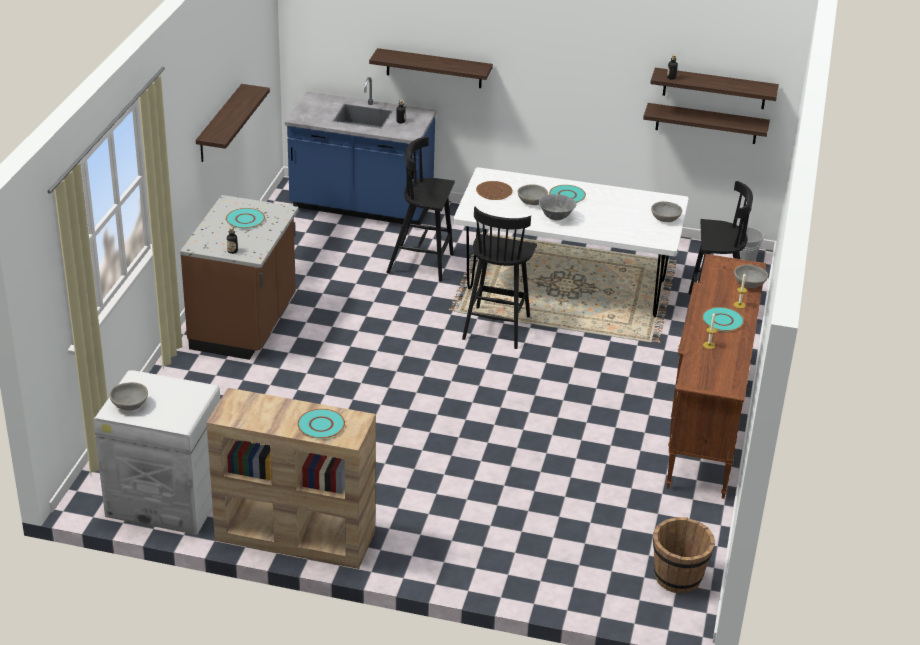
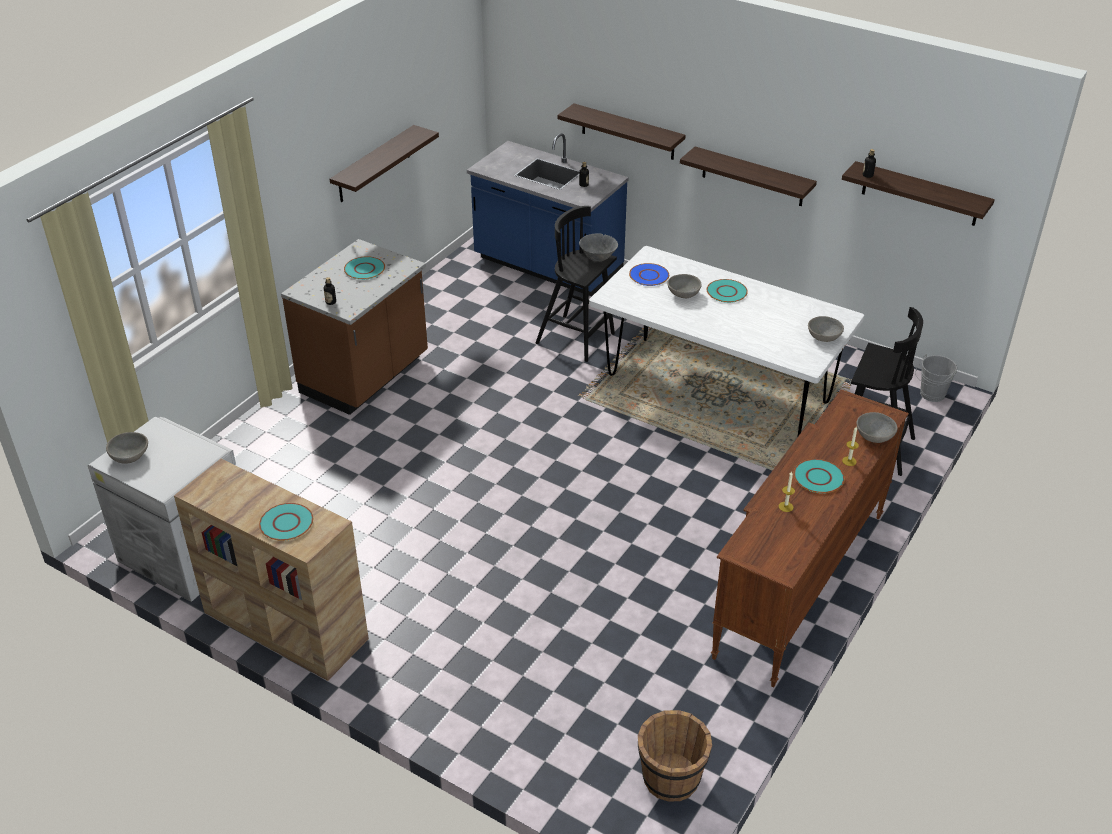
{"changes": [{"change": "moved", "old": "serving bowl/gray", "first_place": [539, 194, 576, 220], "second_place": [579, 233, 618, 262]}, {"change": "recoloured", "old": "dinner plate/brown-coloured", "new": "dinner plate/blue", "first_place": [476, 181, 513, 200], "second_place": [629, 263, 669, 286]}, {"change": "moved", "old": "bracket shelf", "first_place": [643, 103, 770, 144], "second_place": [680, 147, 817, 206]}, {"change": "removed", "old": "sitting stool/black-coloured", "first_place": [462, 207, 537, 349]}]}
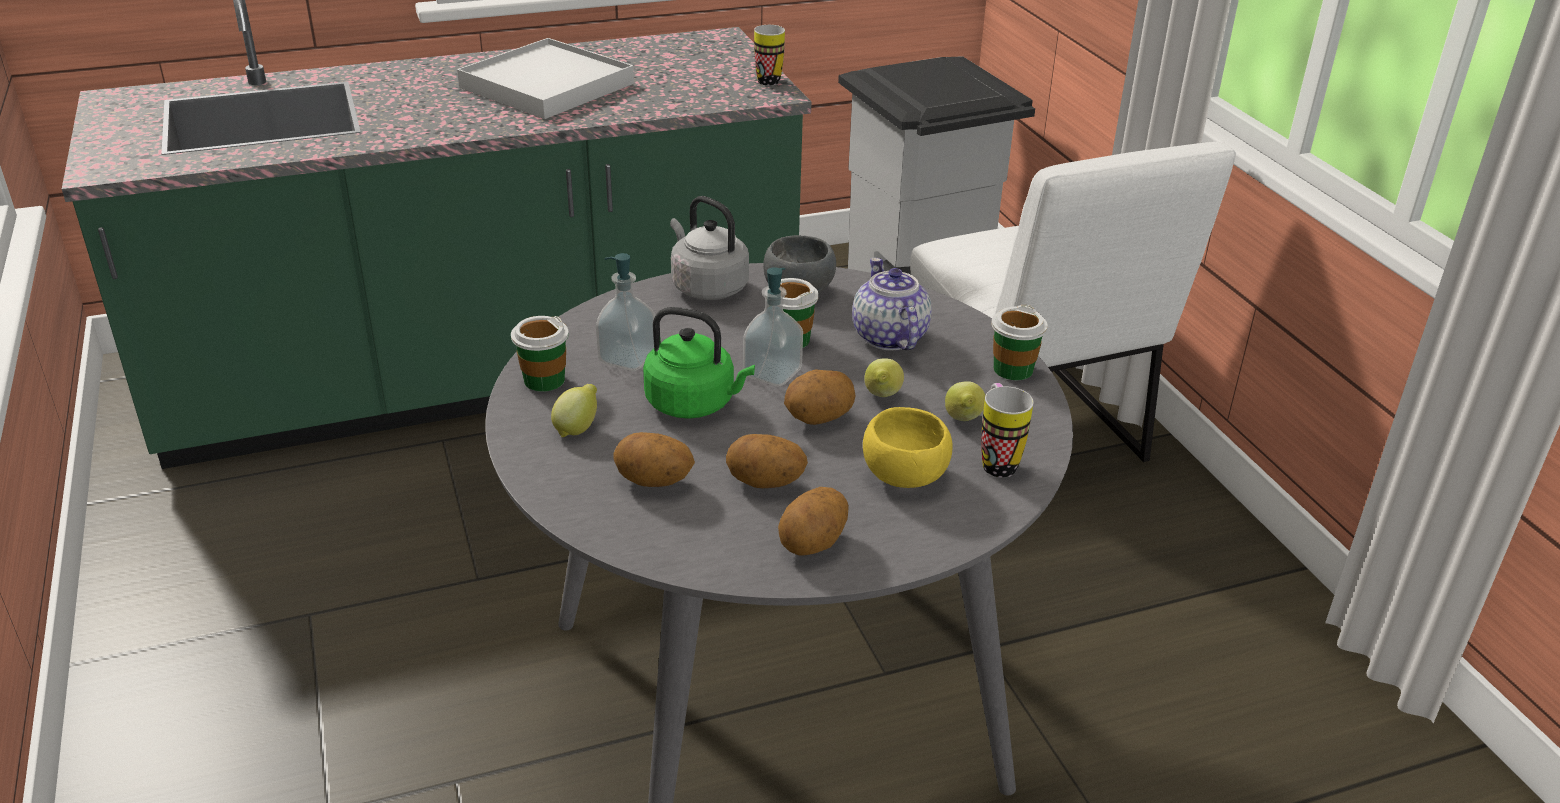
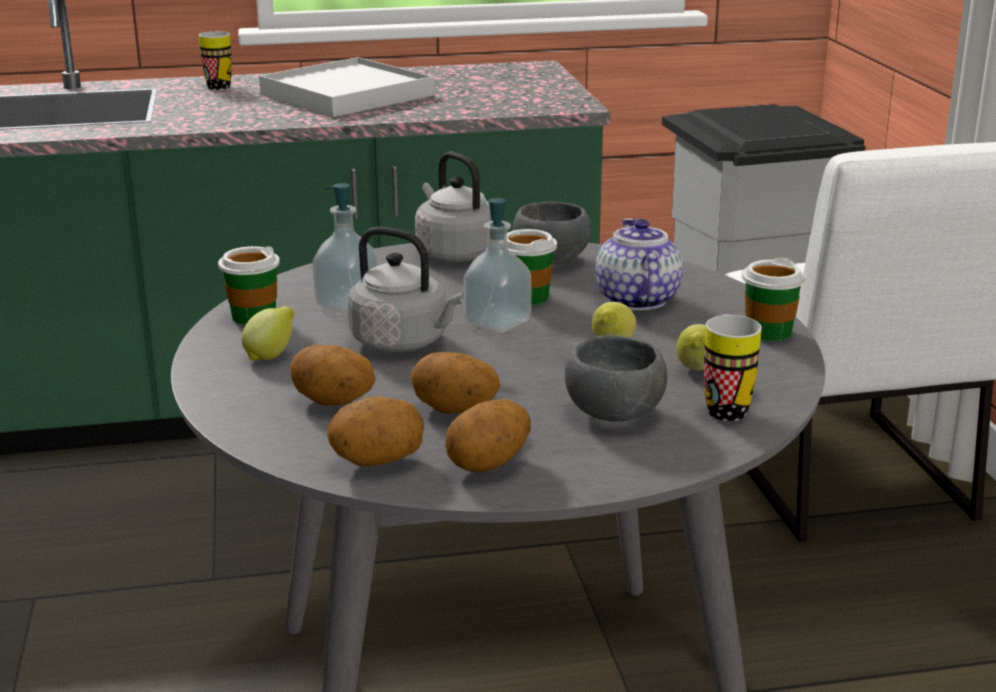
{"changes": [{"change": "moved", "old": "tea mug", "first_place": [754, 25, 785, 86], "second_place": [199, 31, 232, 90]}, {"change": "moved", "old": "potato", "first_place": [784, 369, 856, 425], "second_place": [327, 396, 424, 467]}, {"change": "recoloured", "old": "kettle/greenish", "new": "kettle/gray", "first_place": [643, 307, 755, 419], "second_place": [348, 227, 464, 352]}, {"change": "recoloured", "old": "serving bowl/yellow-coloured", "new": "serving bowl/gray", "first_place": [863, 407, 953, 488], "second_place": [565, 335, 667, 422]}]}
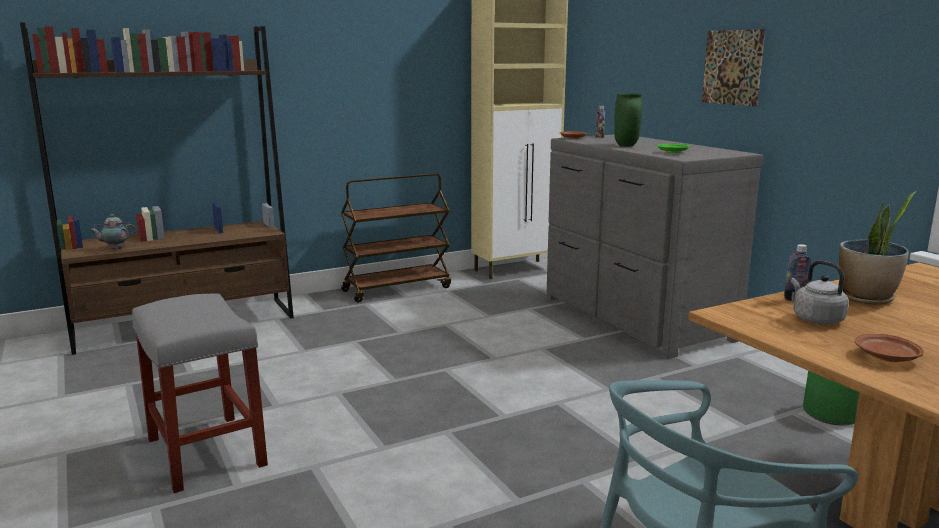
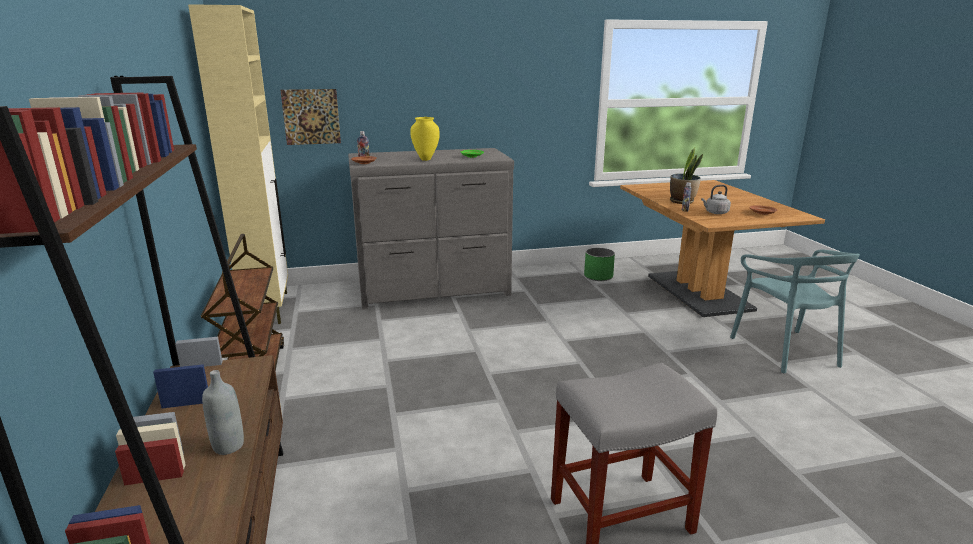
{"changes": [{"change": "added", "new": "bottle/gray", "second_place": [202, 370, 244, 455]}, {"change": "moved", "old": "wall art", "first_place": [702, 29, 765, 107], "second_place": [280, 89, 341, 145]}, {"change": "recoloured", "old": "vase/greenish", "new": "vase/yellow-coloured", "first_place": [615, 93, 642, 147], "second_place": [410, 117, 440, 161]}, {"change": "removed", "old": "teapot", "first_place": [89, 214, 136, 250]}]}
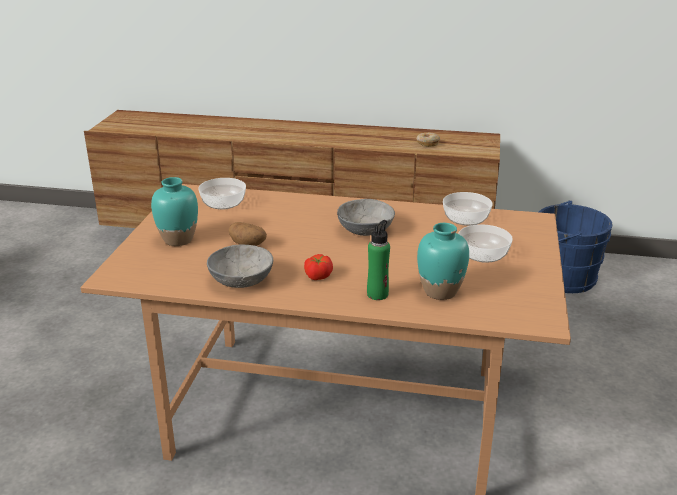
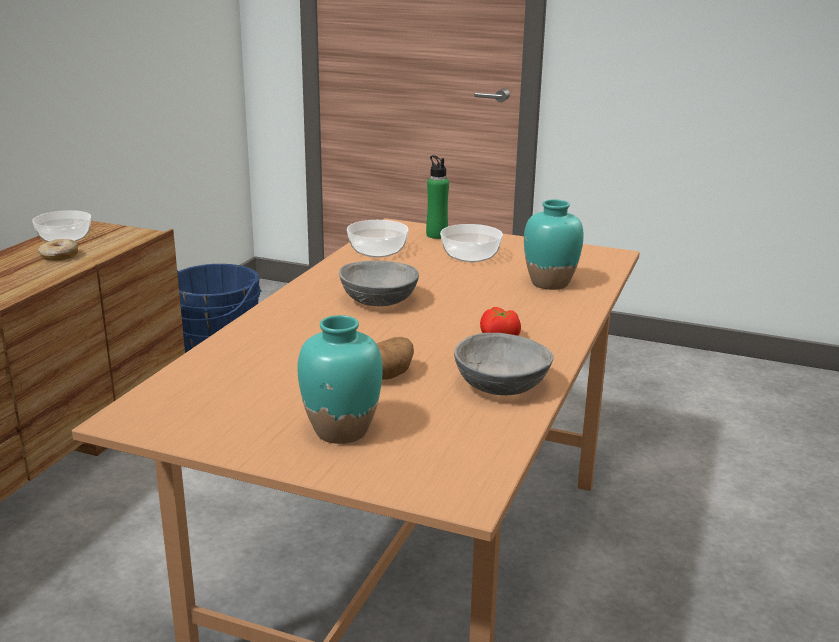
{"changes": [{"change": "moved", "old": "serving bowl", "first_place": [198, 178, 246, 210], "second_place": [32, 210, 91, 242]}, {"change": "moved", "old": "bottle/greenish", "first_place": [367, 220, 390, 300], "second_place": [426, 155, 449, 239]}]}
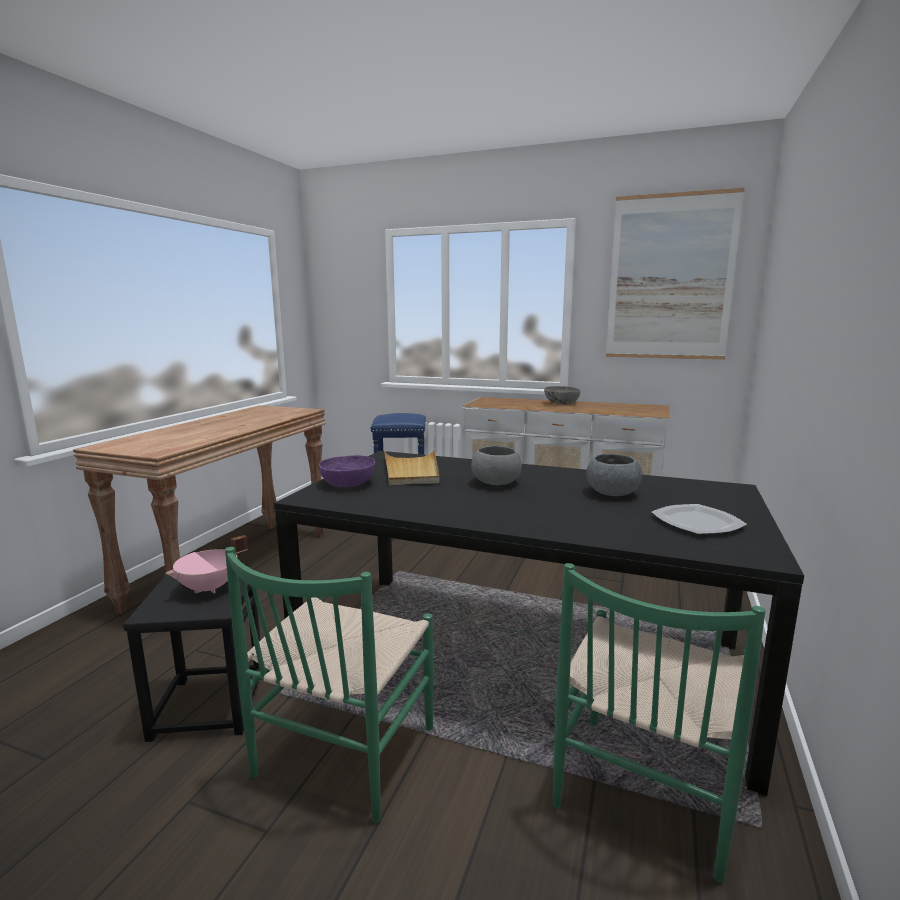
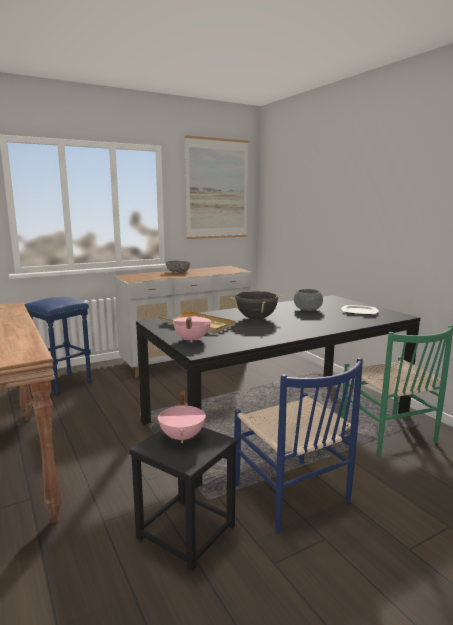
{"changes": [{"change": "replaced", "old": "serving bowl/purplish", "new": "stockpot/pink-coloured", "first_place": [319, 455, 375, 487], "second_place": [173, 315, 211, 342]}, {"change": "replaced", "old": "serving bowl/gray", "new": "stockpot/black-coloured", "first_place": [471, 446, 522, 485], "second_place": [231, 291, 282, 319]}, {"change": "recoloured", "old": "plain chair/greenish", "new": "plain chair/blue", "first_place": [225, 547, 434, 823], "second_place": [234, 358, 363, 532]}]}
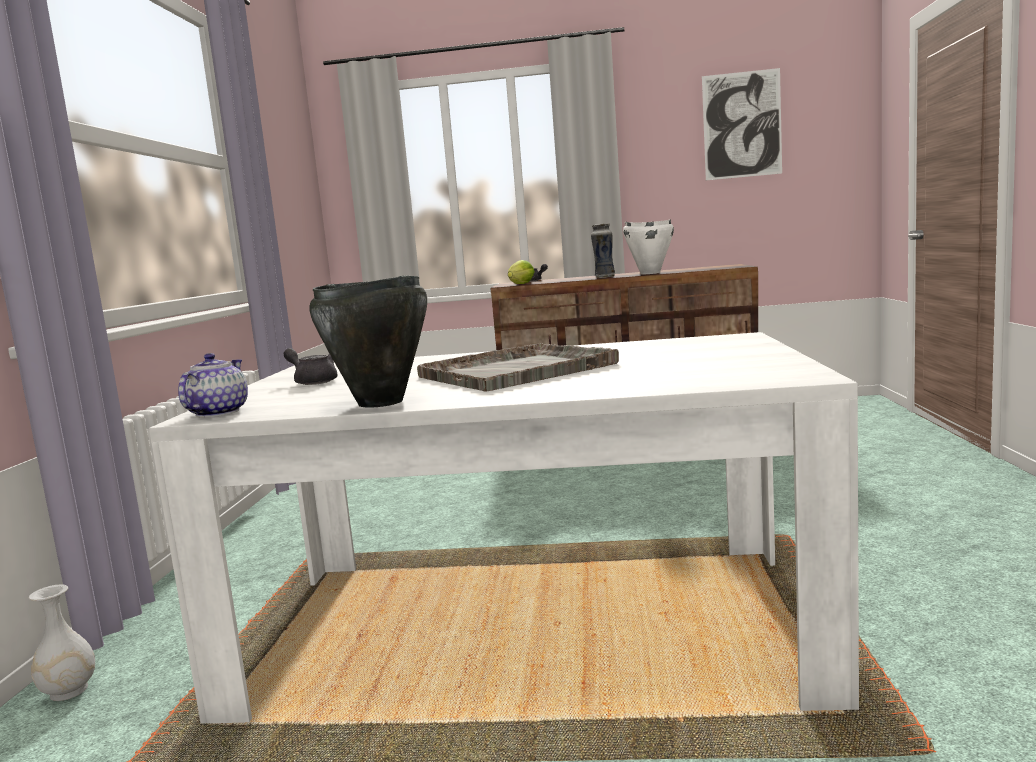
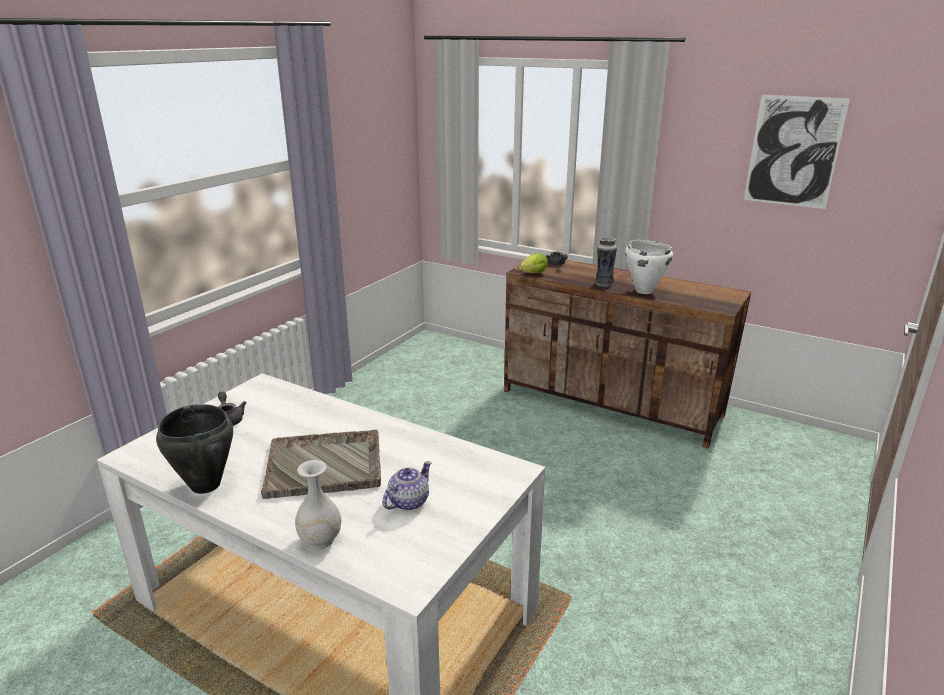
{"changes": [{"change": "moved", "old": "vase/white-coloured", "first_place": [29, 584, 95, 701], "second_place": [295, 460, 341, 549]}, {"change": "moved", "old": "teapot", "first_place": [178, 353, 248, 417], "second_place": [383, 461, 432, 511]}]}
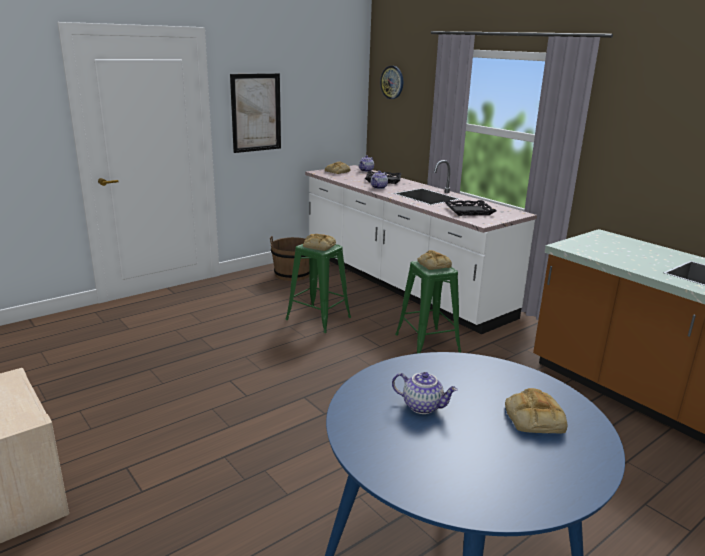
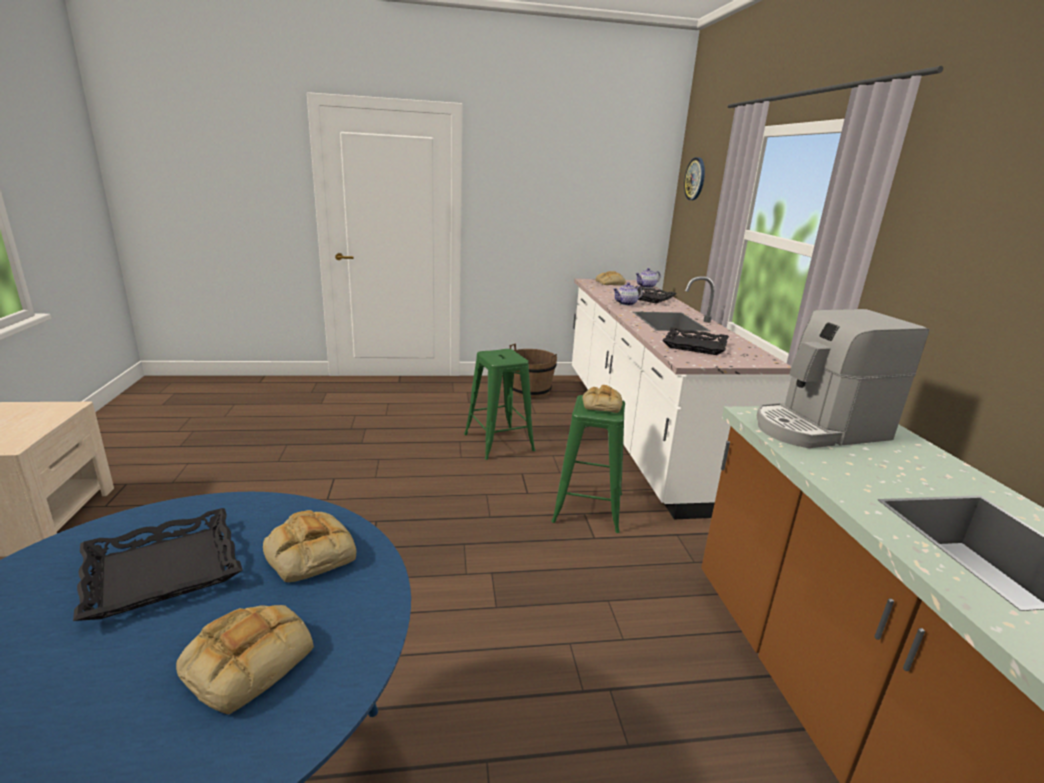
{"changes": [{"change": "replaced", "old": "teapot", "new": "carrying tray/black-coloured", "first_place": [392, 372, 458, 414], "second_place": [73, 508, 242, 621]}, {"change": "moved", "old": "bakery bread", "first_place": [303, 234, 336, 251], "second_place": [263, 510, 356, 582]}, {"change": "added", "new": "coffee maker", "second_place": [757, 309, 929, 448]}, {"change": "removed", "old": "wall art", "first_place": [230, 73, 281, 153]}]}
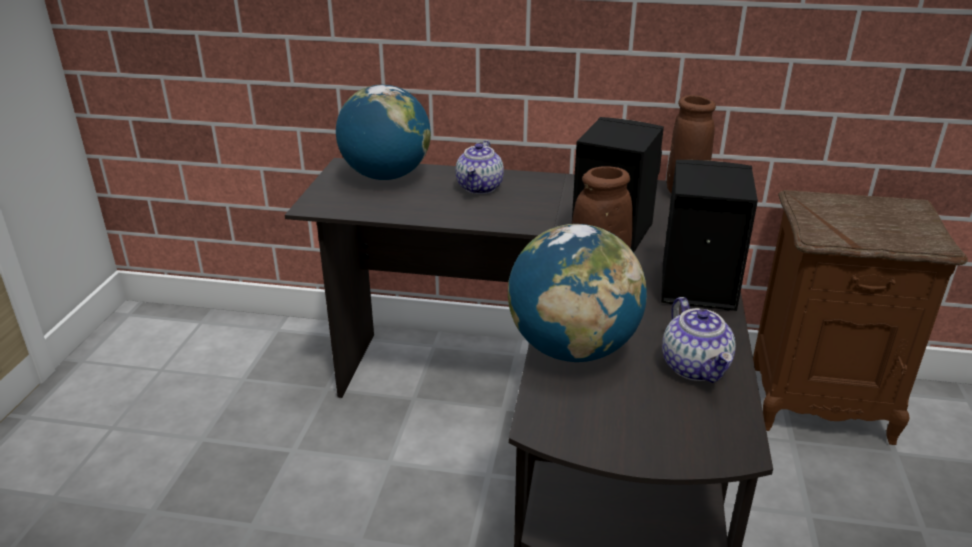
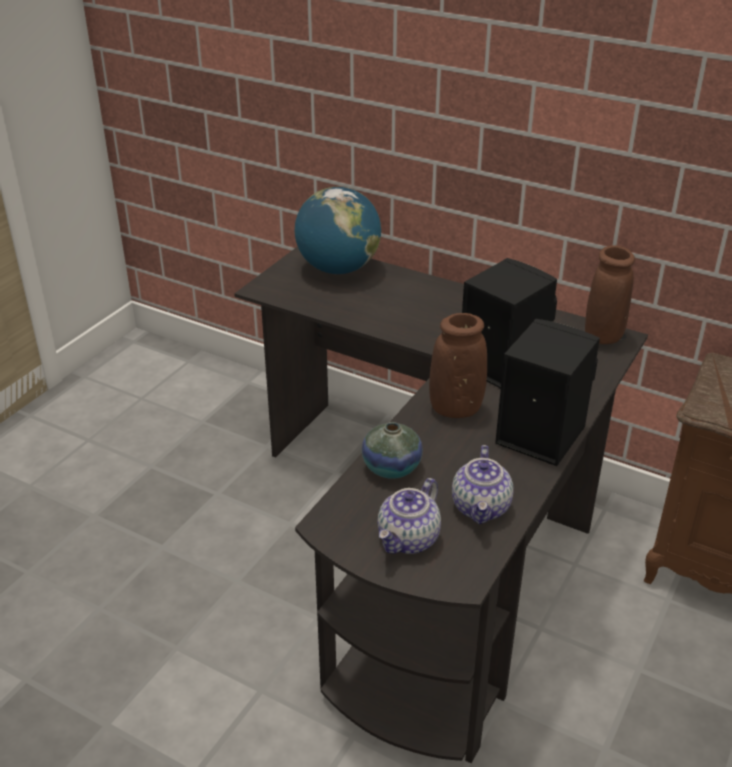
{"changes": [{"change": "replaced", "old": "globe", "new": "vase", "first_place": [508, 224, 647, 362], "second_place": [362, 422, 423, 479]}, {"change": "moved", "old": "teapot", "first_place": [455, 140, 504, 194], "second_place": [378, 478, 441, 554]}]}
